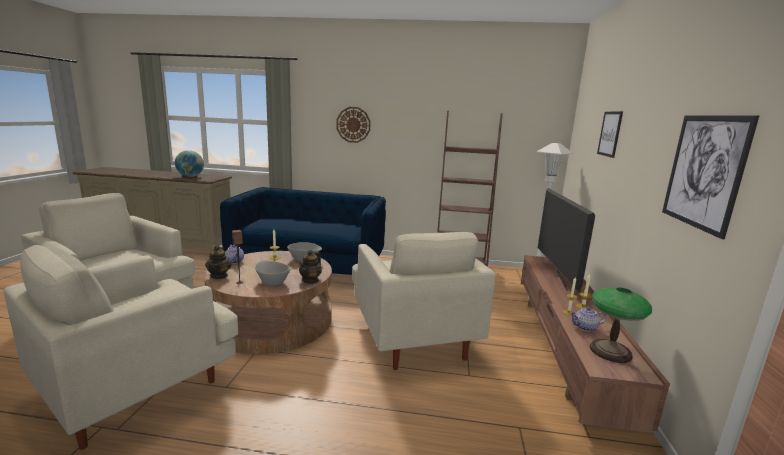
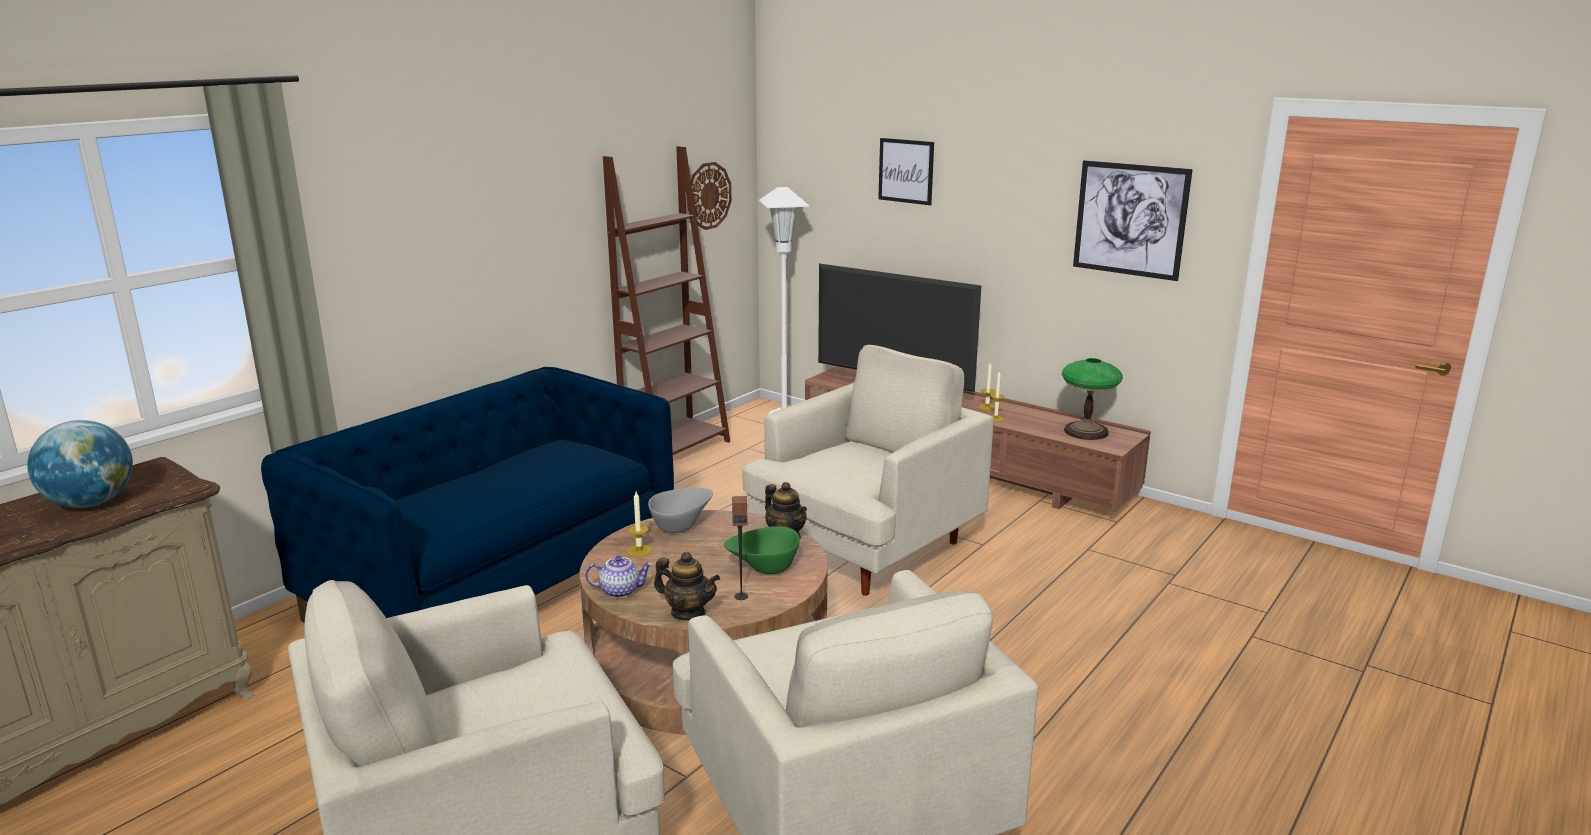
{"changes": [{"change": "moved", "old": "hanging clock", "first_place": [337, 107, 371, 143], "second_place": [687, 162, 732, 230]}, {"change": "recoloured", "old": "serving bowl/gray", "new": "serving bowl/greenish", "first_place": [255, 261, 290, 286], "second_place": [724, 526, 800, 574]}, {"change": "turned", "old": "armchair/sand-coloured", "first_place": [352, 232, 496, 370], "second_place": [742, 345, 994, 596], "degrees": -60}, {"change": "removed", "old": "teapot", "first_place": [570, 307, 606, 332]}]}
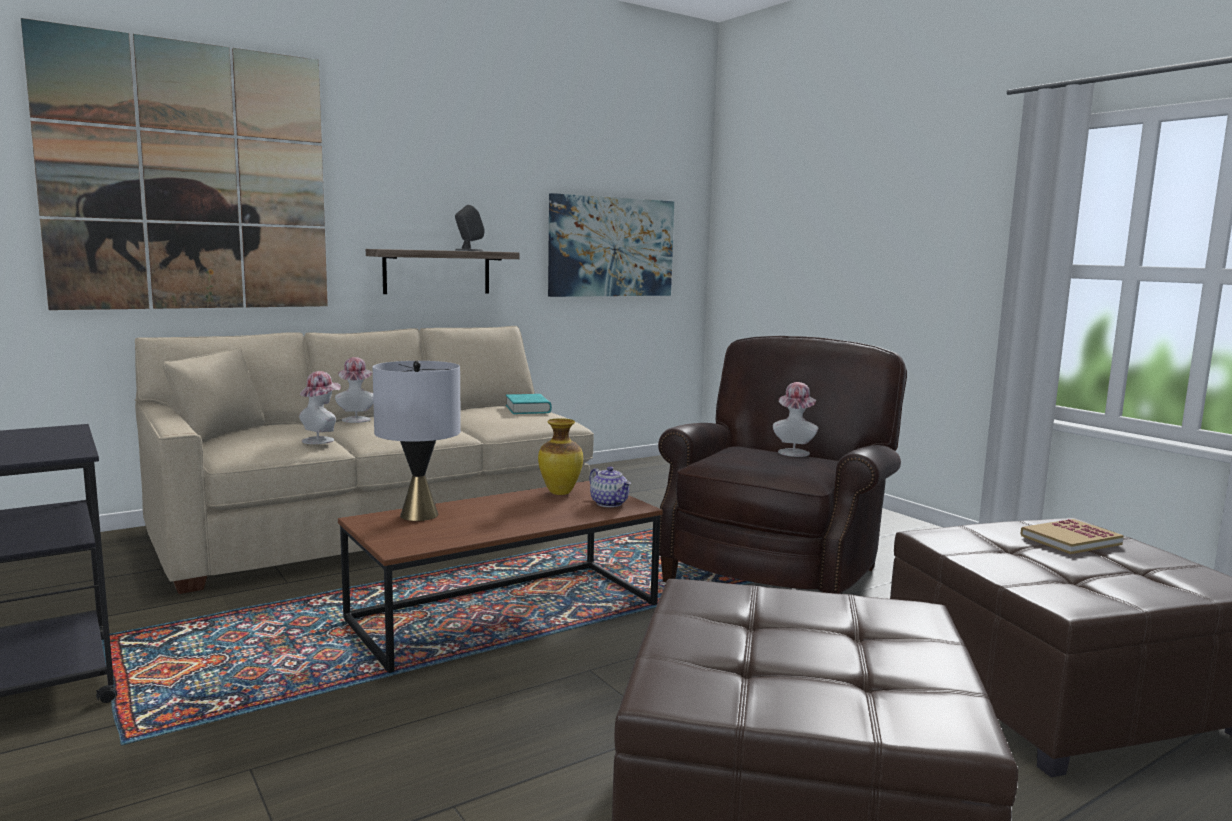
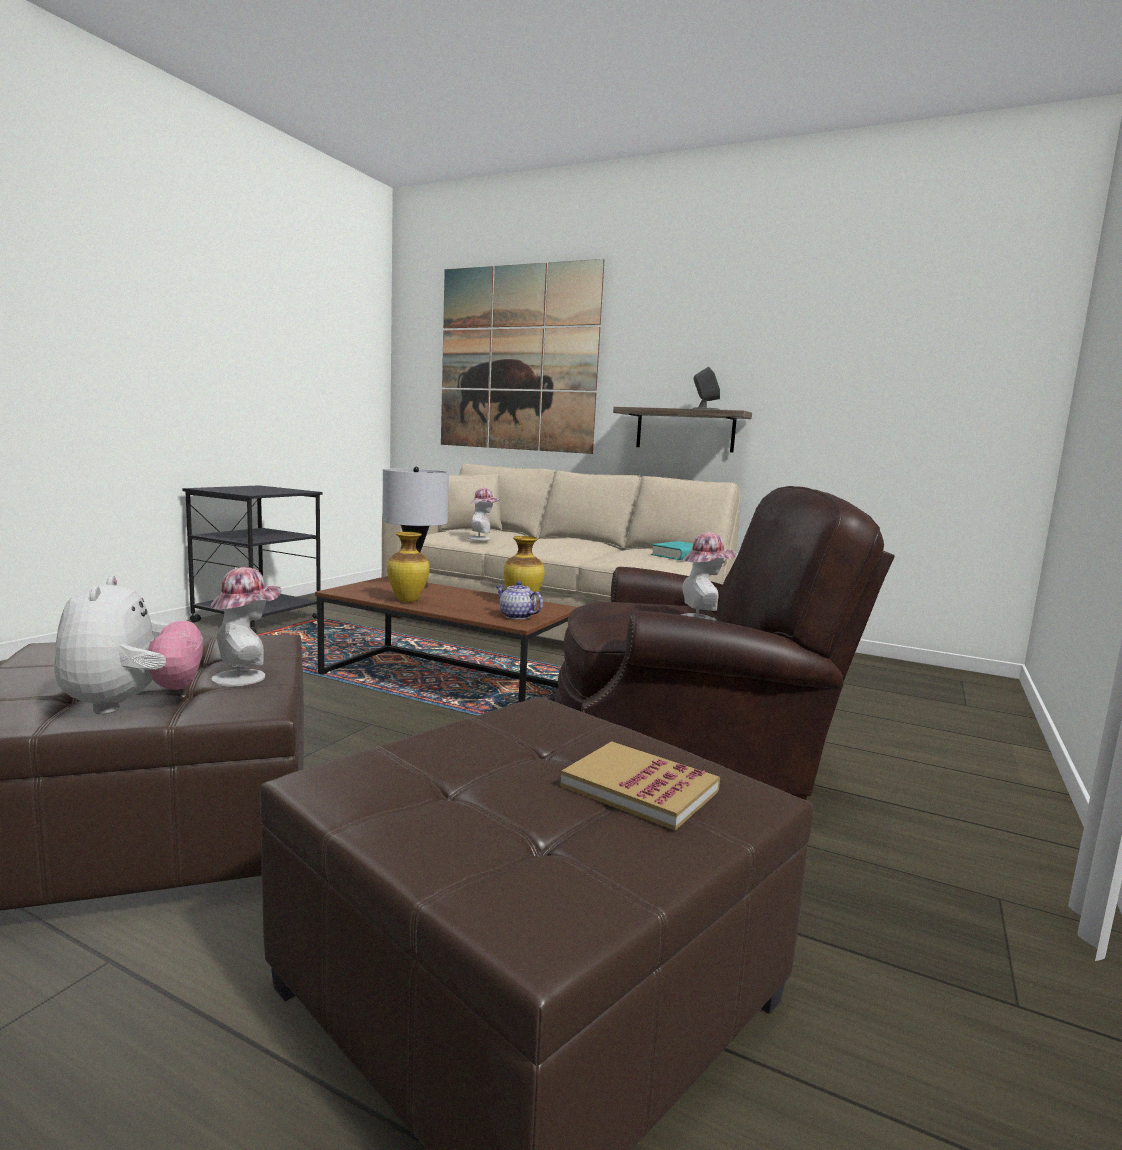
{"changes": [{"change": "added", "new": "cuddly toy", "second_place": [54, 575, 203, 714]}, {"change": "moved", "old": "clothing hat", "first_place": [335, 357, 373, 423], "second_place": [210, 567, 282, 686]}, {"change": "added", "new": "vase", "second_place": [387, 532, 430, 602]}, {"change": "turned", "old": "teapot", "first_place": [589, 466, 631, 507], "second_place": [496, 581, 543, 620], "degrees": 105}, {"change": "removed", "old": "wall art", "first_place": [548, 193, 674, 297]}]}
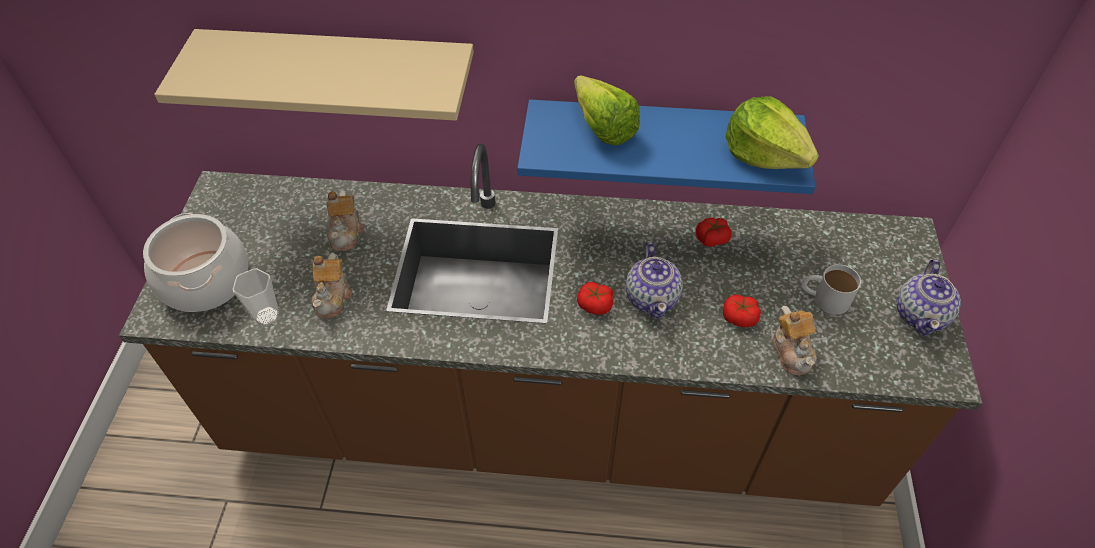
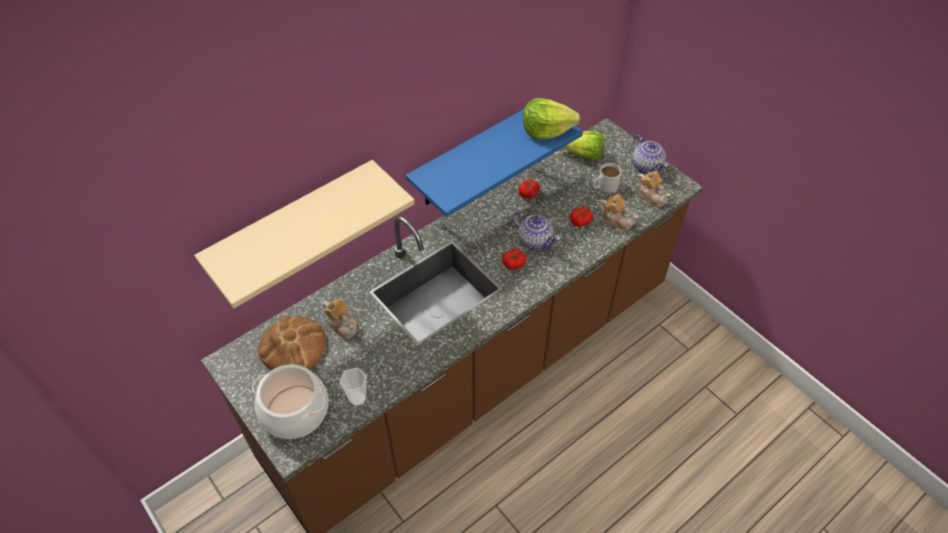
{"changes": [{"change": "added", "new": "bakery bread", "second_place": [258, 315, 326, 370]}, {"change": "moved", "old": "head of lettuce", "first_place": [574, 75, 640, 146], "second_place": [563, 131, 604, 160]}, {"change": "moved", "old": "teapot", "first_place": [311, 253, 352, 318], "second_place": [637, 171, 671, 207]}]}
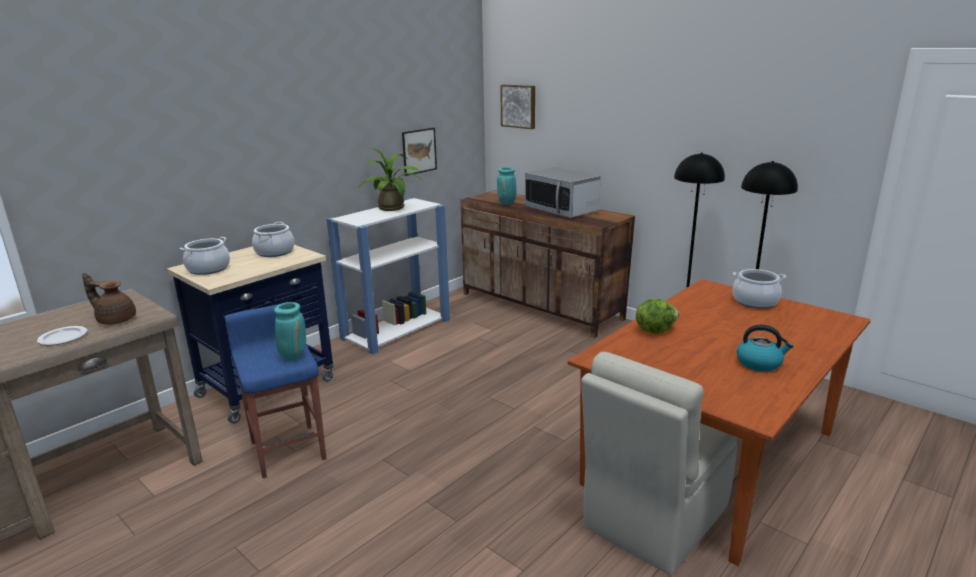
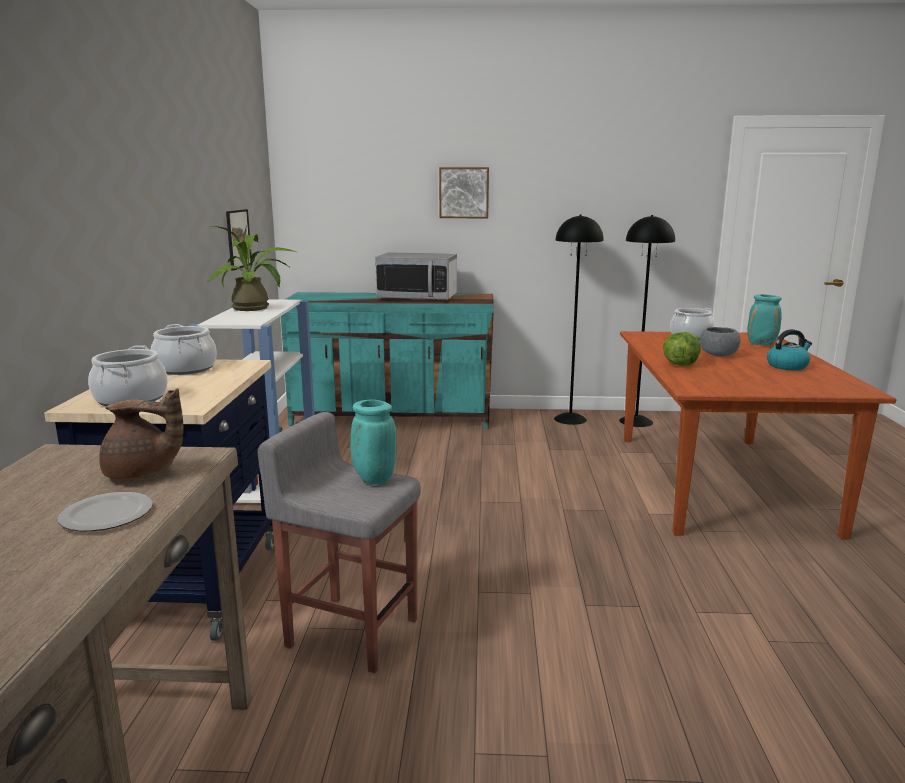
{"changes": [{"change": "turned", "old": "teapot/brown-coloured", "first_place": [82, 273, 136, 325], "second_place": [99, 388, 183, 480], "degrees": -150}, {"change": "recoloured", "old": "sitting stool/blue", "new": "sitting stool/gray", "first_place": [225, 302, 326, 478], "second_place": [257, 412, 421, 673]}, {"change": "recoloured", "old": "storage cabinet/brown-coloured", "new": "storage cabinet/blue-green", "first_place": [460, 190, 635, 338], "second_place": [281, 292, 494, 429]}, {"change": "moved", "old": "wall art", "first_place": [500, 84, 535, 129], "second_place": [439, 167, 489, 218]}, {"change": "added", "new": "serving bowl/gray", "second_place": [700, 327, 741, 357]}, {"change": "moved", "old": "vase/blue-green", "first_place": [497, 167, 517, 205], "second_place": [747, 294, 782, 346]}, {"change": "removed", "old": "plain chair/sand-coloured", "first_place": [581, 352, 738, 575]}]}
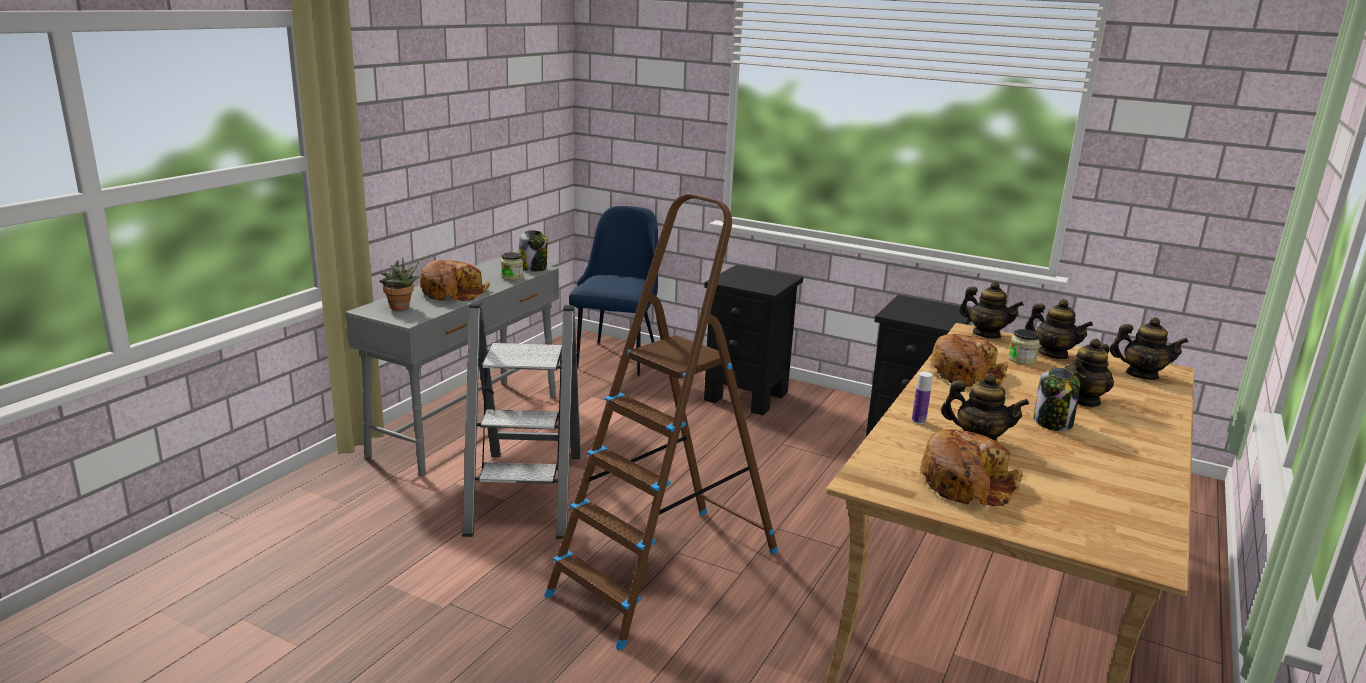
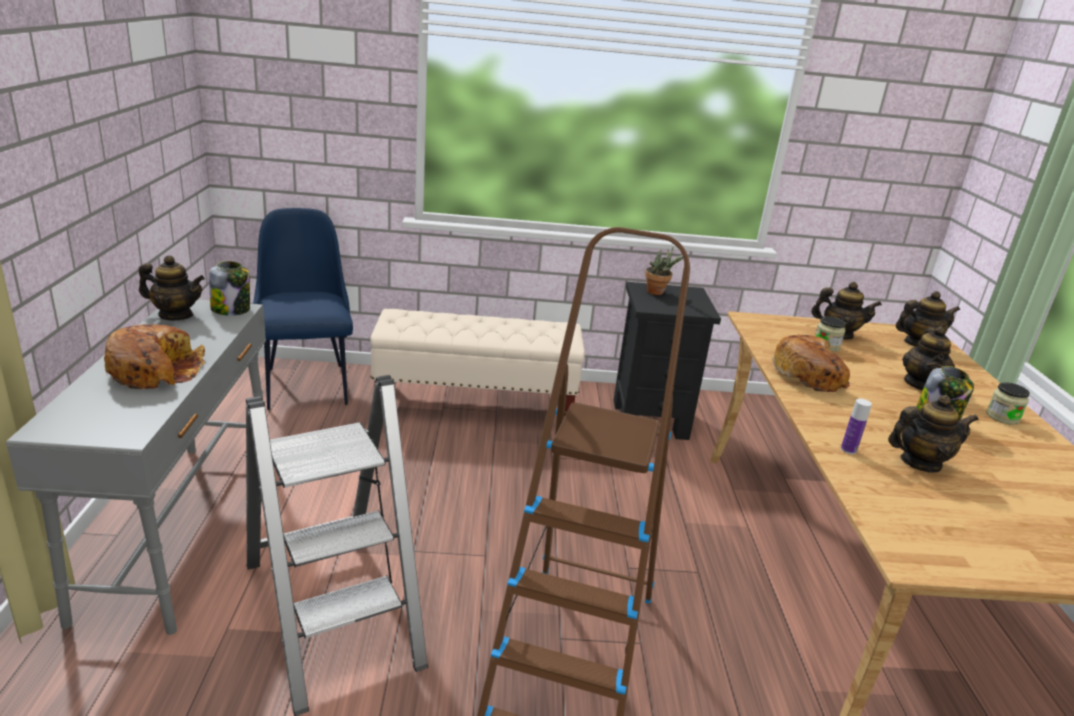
{"changes": [{"change": "moved", "old": "teapot", "first_place": [959, 281, 1024, 338], "second_place": [139, 255, 205, 320]}, {"change": "replaced", "old": "nightstand/black-coloured", "new": "bench/sand-coloured", "first_place": [704, 265, 803, 415], "second_place": [370, 309, 585, 417]}, {"change": "moved", "old": "houseplant", "first_place": [379, 257, 420, 310], "second_place": [645, 246, 683, 295]}, {"change": "moved", "old": "preserve jar", "first_place": [501, 252, 523, 280], "second_place": [986, 382, 1030, 425]}, {"change": "removed", "old": "bakery bread", "first_place": [920, 430, 1023, 506]}]}
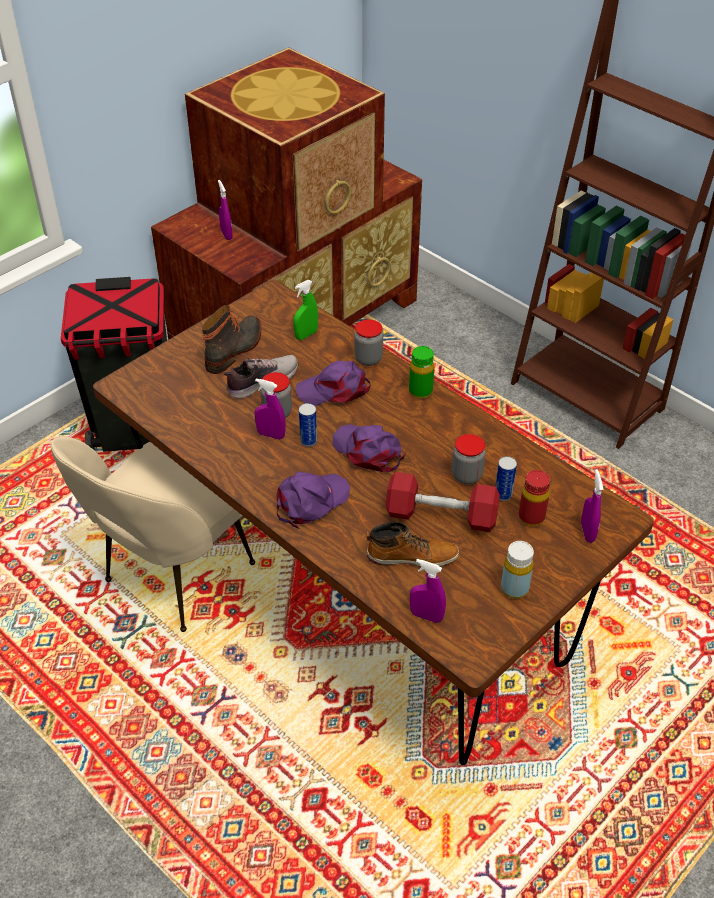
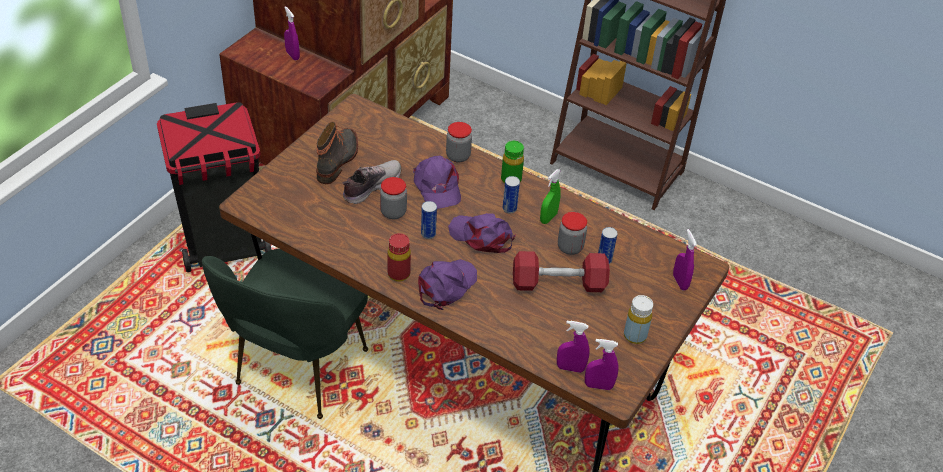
{"changes": [{"change": "recoloured", "old": "plain chair/sand-coloured", "new": "plain chair/greenish", "first_place": [50, 437, 255, 632], "second_place": [202, 249, 368, 419]}, {"change": "moved", "old": "bottle/red", "first_place": [519, 470, 550, 526], "second_place": [387, 233, 411, 282]}, {"change": "turned", "old": "baseball cap/purplish", "first_place": [296, 361, 371, 406], "second_place": [413, 156, 461, 209], "degrees": -90}, {"change": "added", "new": "sealed can", "second_place": [503, 176, 520, 214]}, {"change": "moved", "old": "spray bottle/greenish", "first_place": [293, 280, 318, 340], "second_place": [540, 169, 561, 224]}, {"change": "moved", "old": "spray bottle/purplish", "first_place": [255, 379, 285, 440], "second_place": [585, 339, 619, 390]}, {"change": "removed", "old": "boot", "first_place": [366, 521, 459, 566]}]}
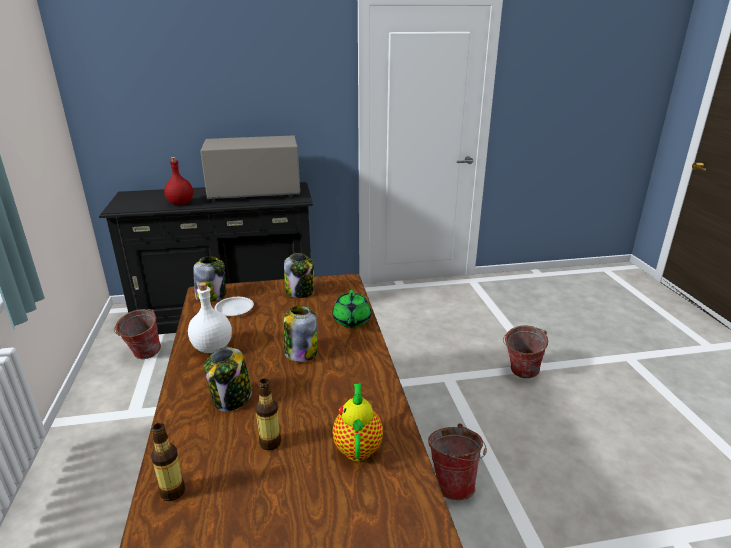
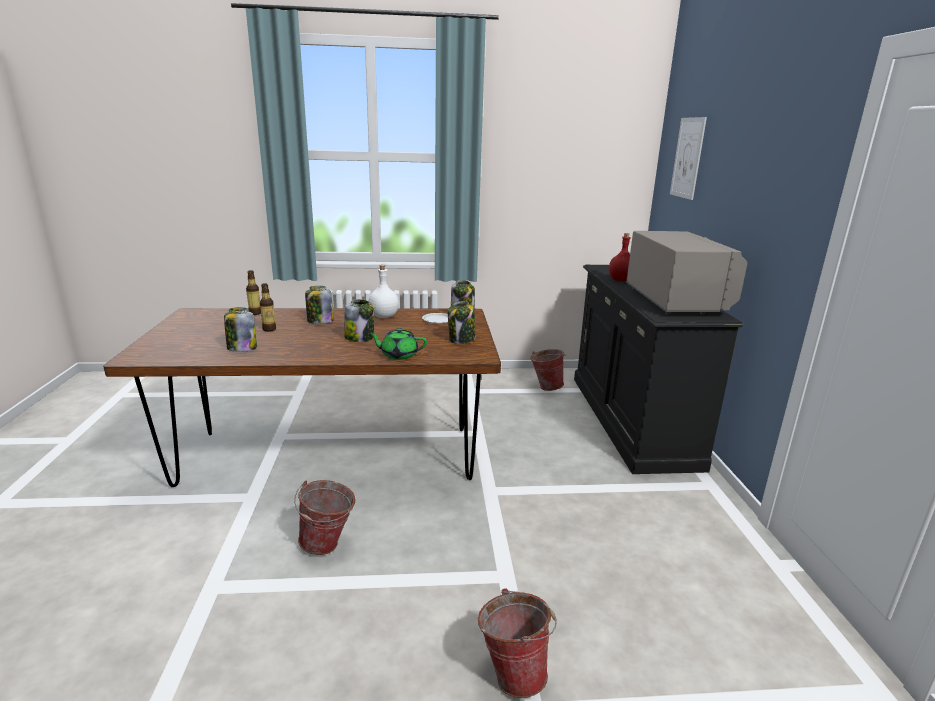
{"changes": [{"change": "replaced", "old": "teapot", "new": "preserve jar", "first_place": [332, 384, 383, 461], "second_place": [224, 307, 257, 352]}, {"change": "added", "new": "wall art", "second_place": [670, 117, 707, 200]}]}
